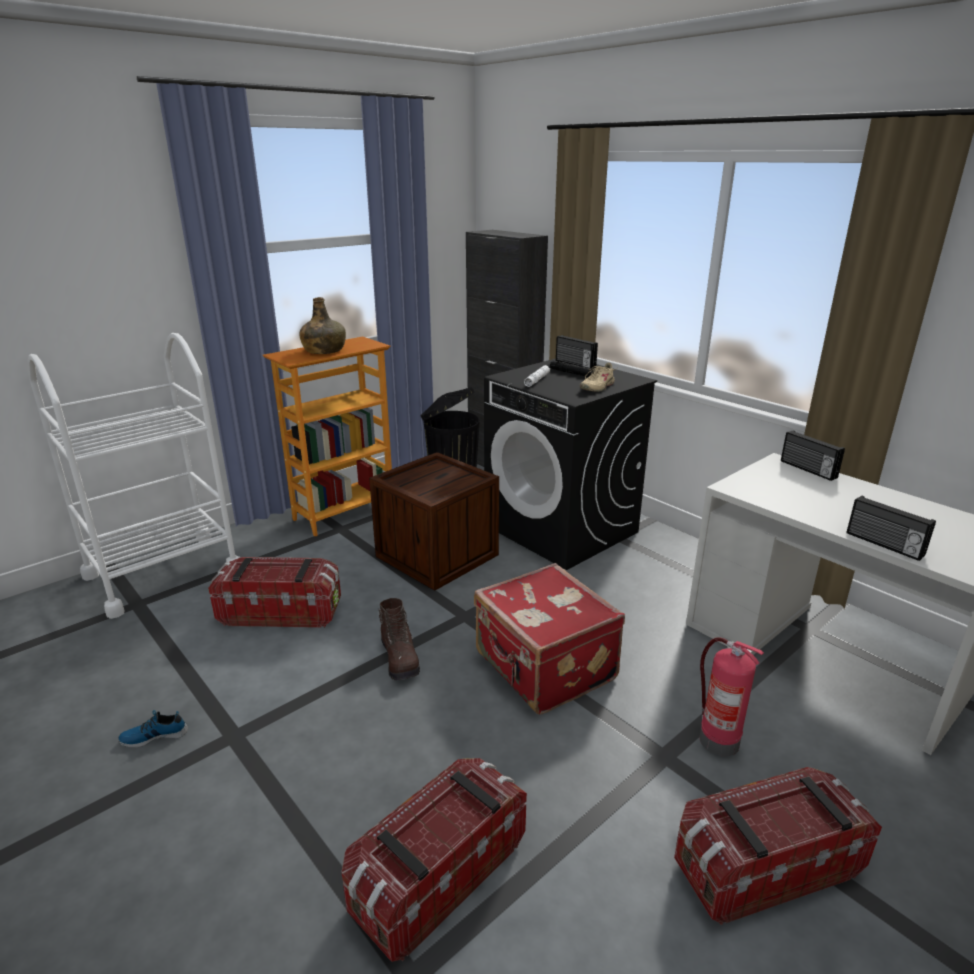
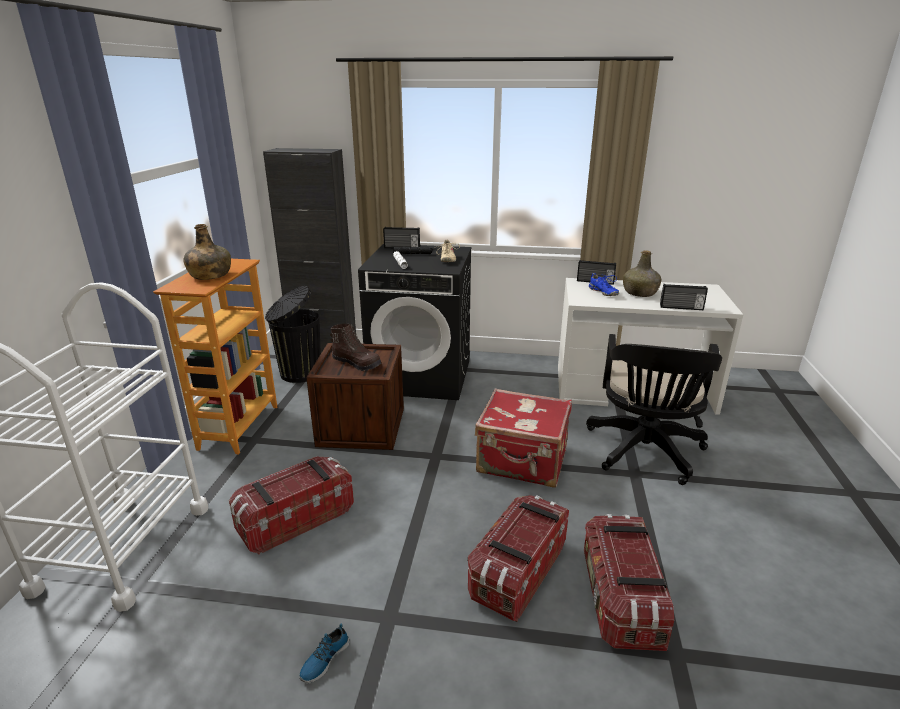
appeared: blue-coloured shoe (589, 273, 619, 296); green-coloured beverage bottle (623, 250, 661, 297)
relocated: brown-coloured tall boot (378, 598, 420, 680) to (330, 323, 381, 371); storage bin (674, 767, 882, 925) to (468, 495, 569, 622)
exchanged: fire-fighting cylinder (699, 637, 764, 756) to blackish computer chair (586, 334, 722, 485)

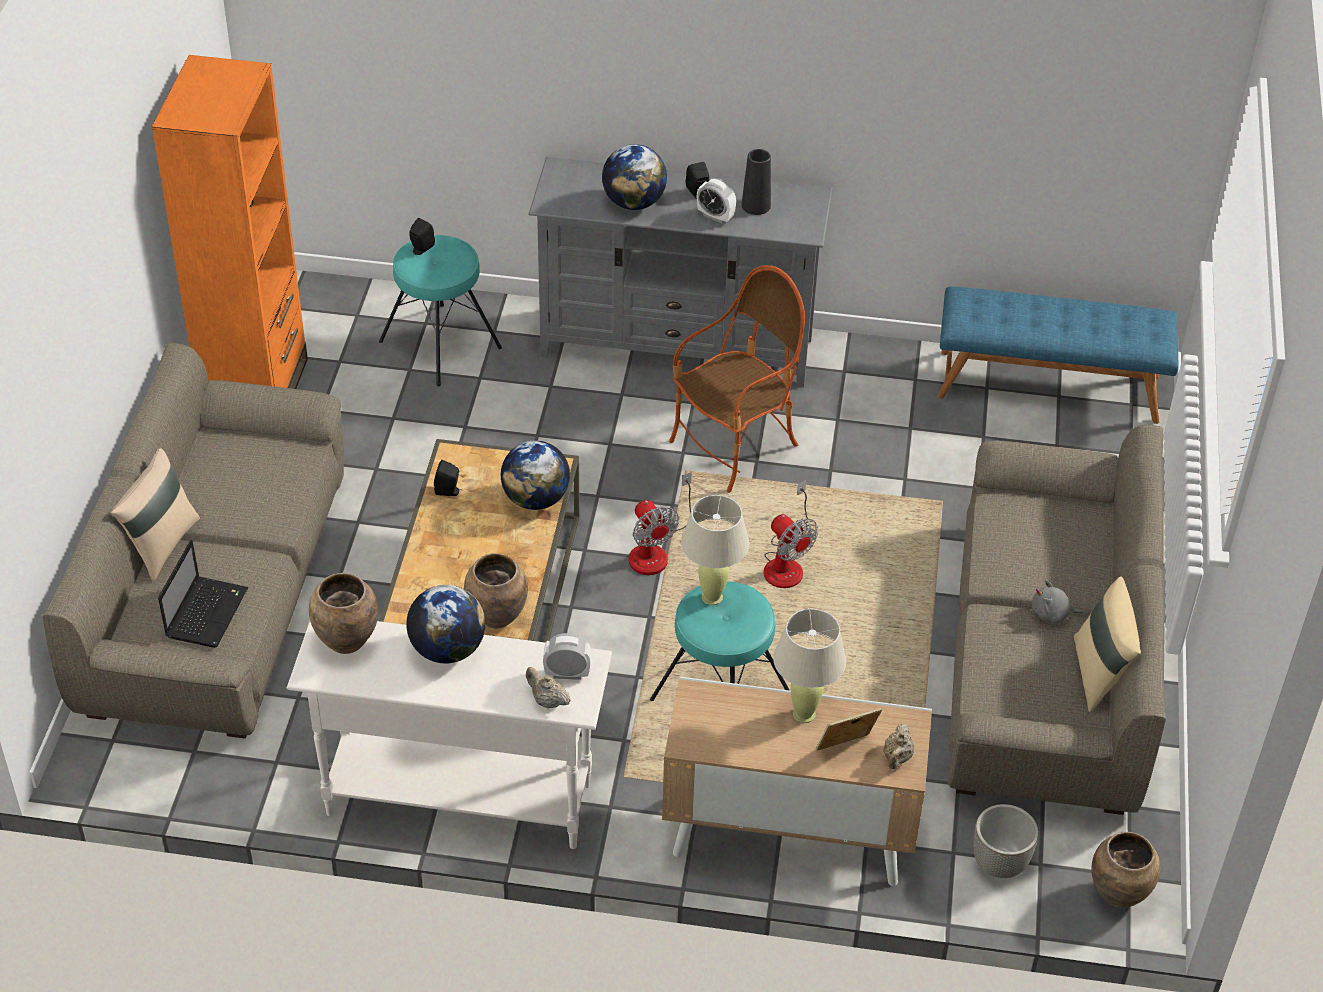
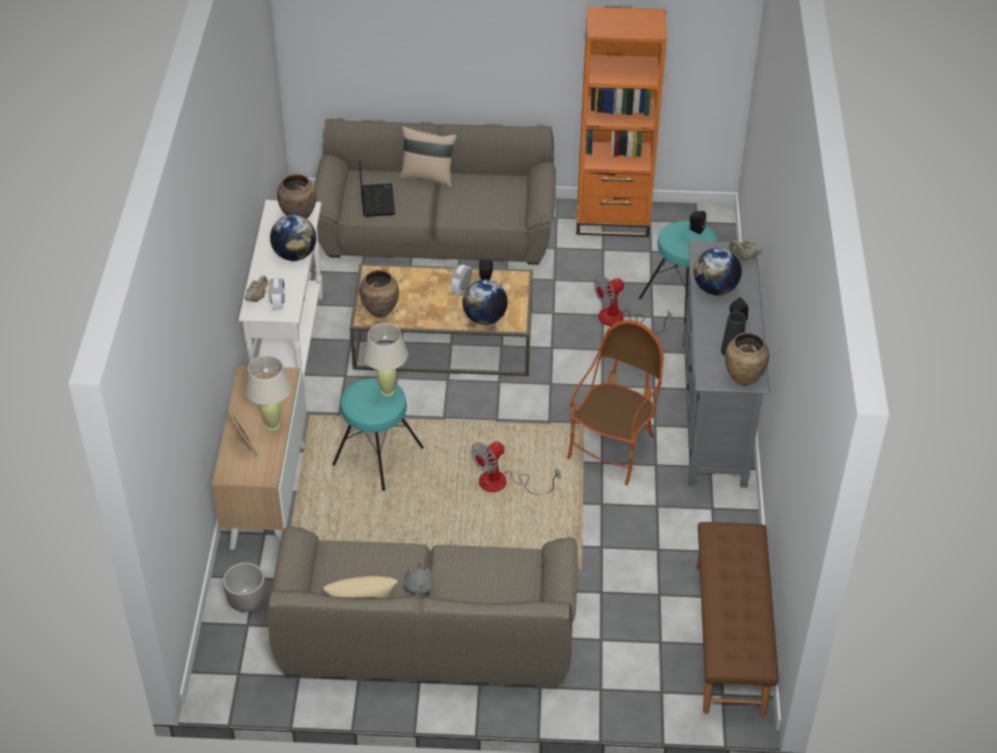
relocated: cooling fan (629, 472, 692, 575) to (594, 276, 672, 334); alarm clock (697, 178, 736, 223) to (451, 264, 472, 295); beige-coloured teapot (883, 724, 914, 769) to (729, 240, 762, 261); brown-coloured flower vase (1091, 832, 1160, 908) to (725, 332, 769, 385)
colour: blue-coloured indoor bench (937, 286, 1178, 424) to brown-coloured indoor bench (696, 522, 779, 716)
spun: laptop (158, 540, 248, 648) = (359, 161, 395, 217) 105 degrees counterclockwise; armchair (669, 265, 805, 493) = (567, 320, 663, 485) 105 degrees counterclockwise

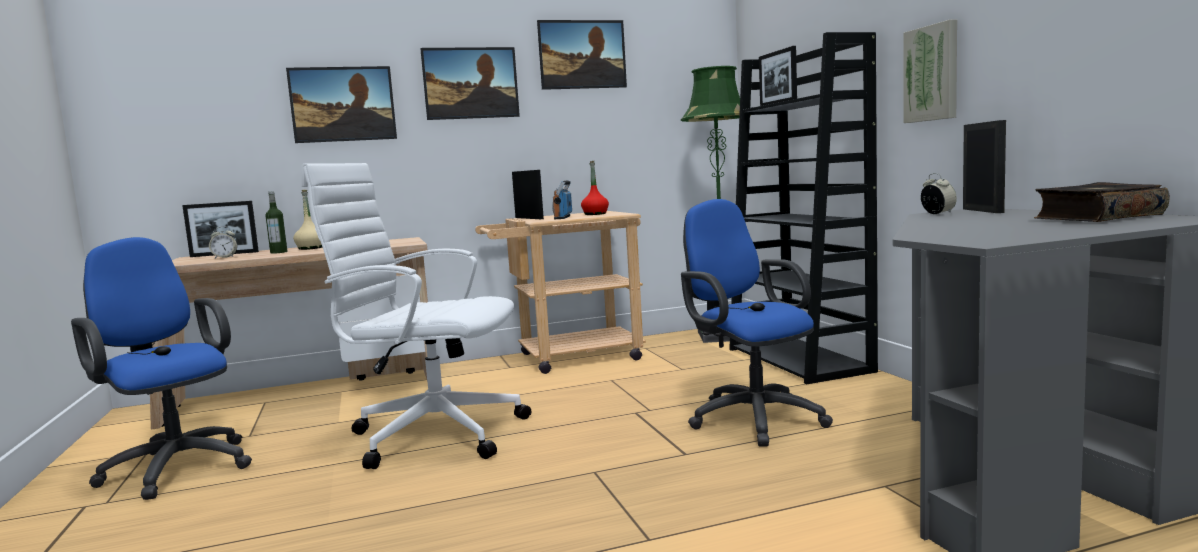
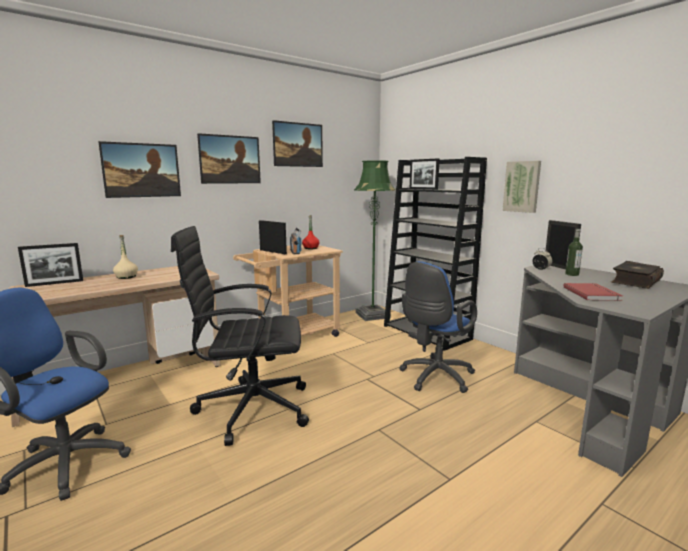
missing: alarm clock (209, 226, 237, 258)
appeared: red bound book (564, 283, 623, 301)
relocated: beverage bottle (265, 191, 287, 254) to (565, 229, 583, 276)
colour: white-coloured computer chair (301, 163, 531, 469) to blackish computer chair (171, 226, 309, 446)
spun: blue-coloured computer chair (681, 199, 833, 447) = (399, 261, 477, 393) 90 degrees counterclockwise

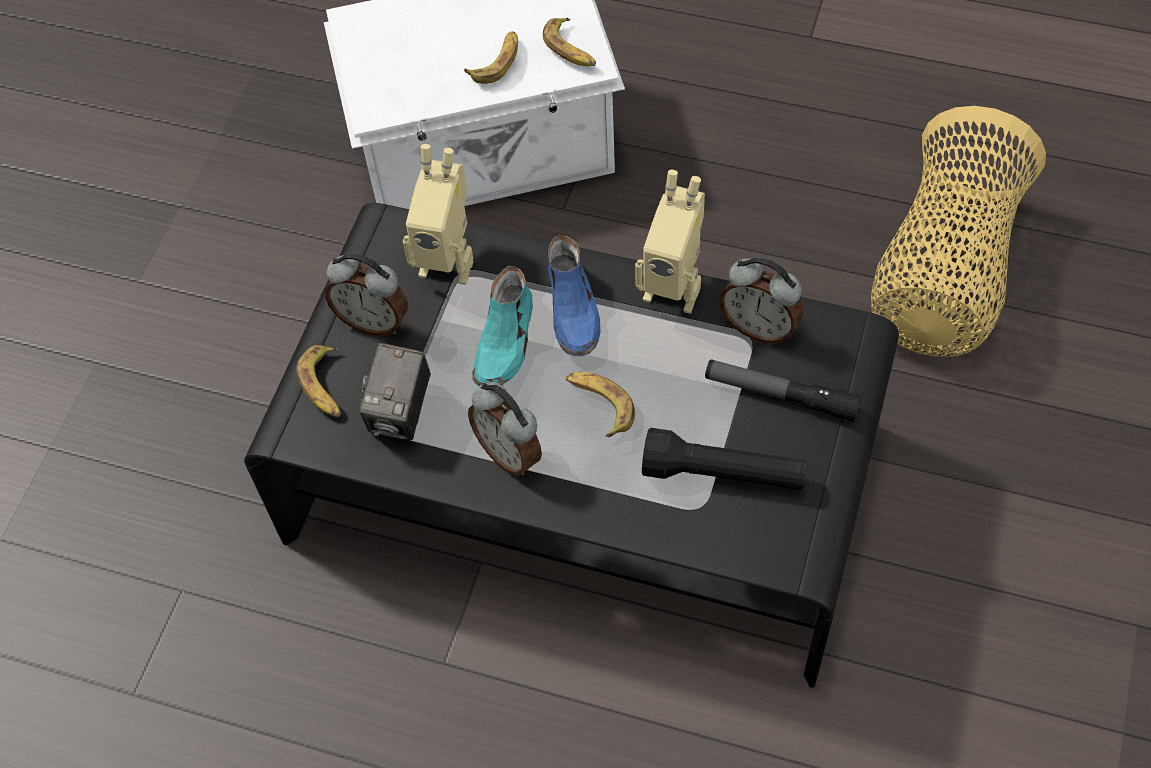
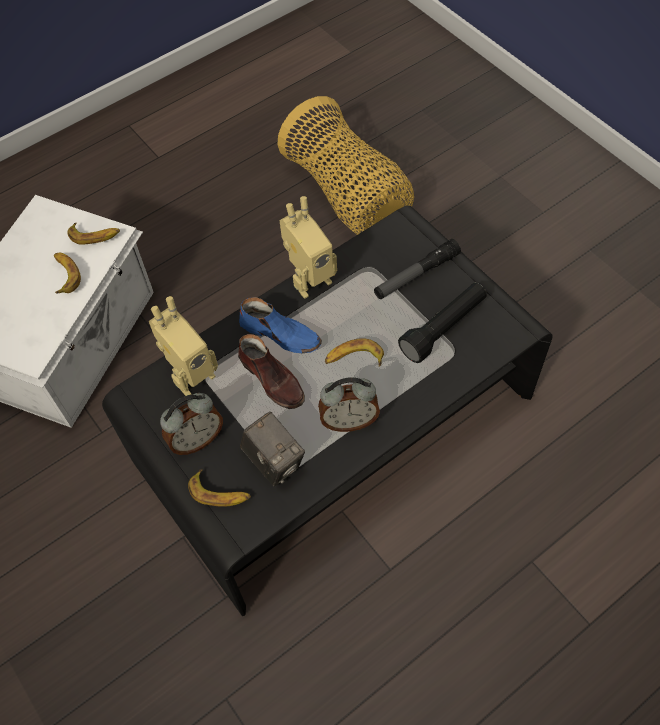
missing: alarm clock (719, 257, 803, 343)
colour: turquoise shoe (473, 266, 533, 386) to brown-coloured shoe (238, 334, 305, 409)

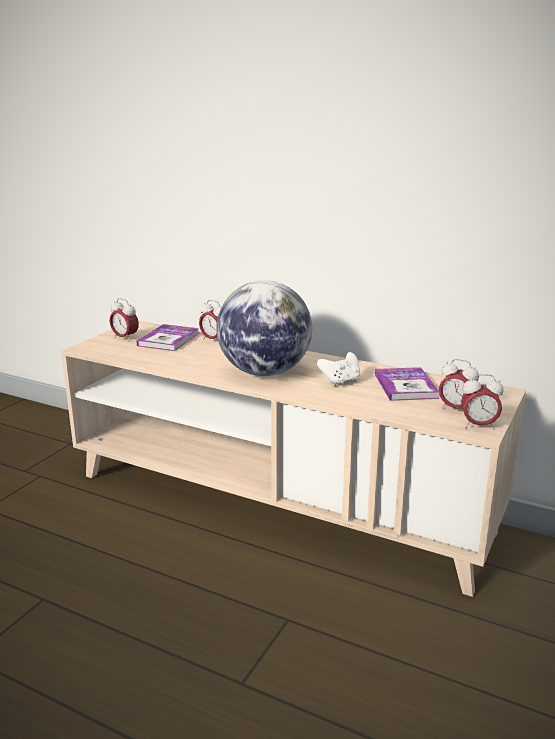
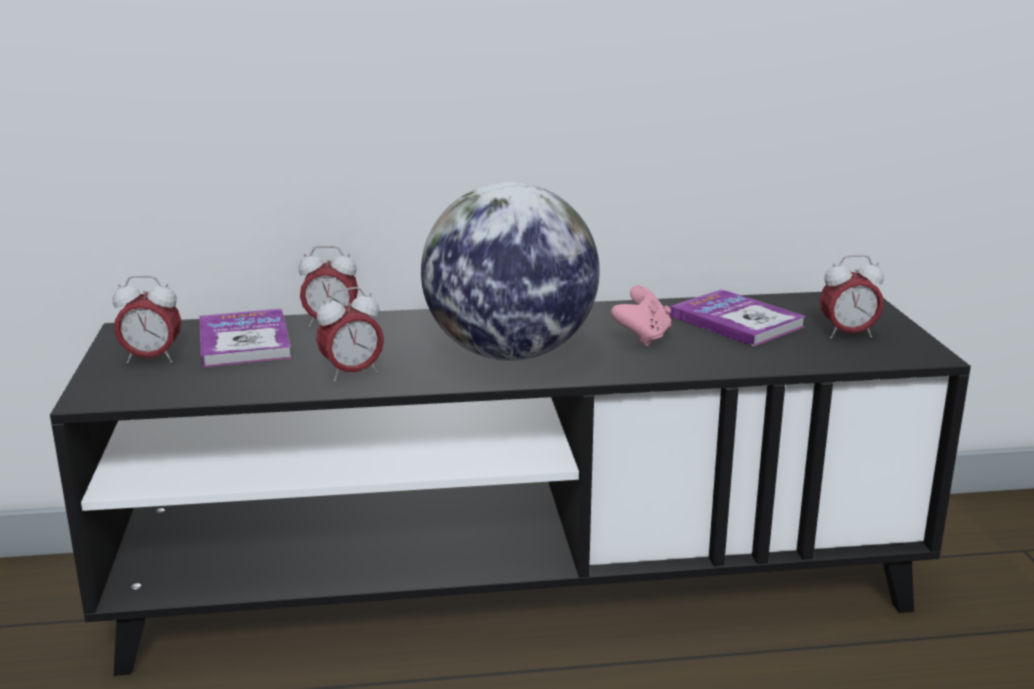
relocated: alarm clock (461, 374, 503, 429) to (316, 287, 384, 382)
colour: beige-coloured media console (61, 321, 526, 597) to blackish media console (50, 292, 971, 676); white-coloured game controller (317, 352, 360, 386) to pink-coloured game controller (611, 285, 671, 347)

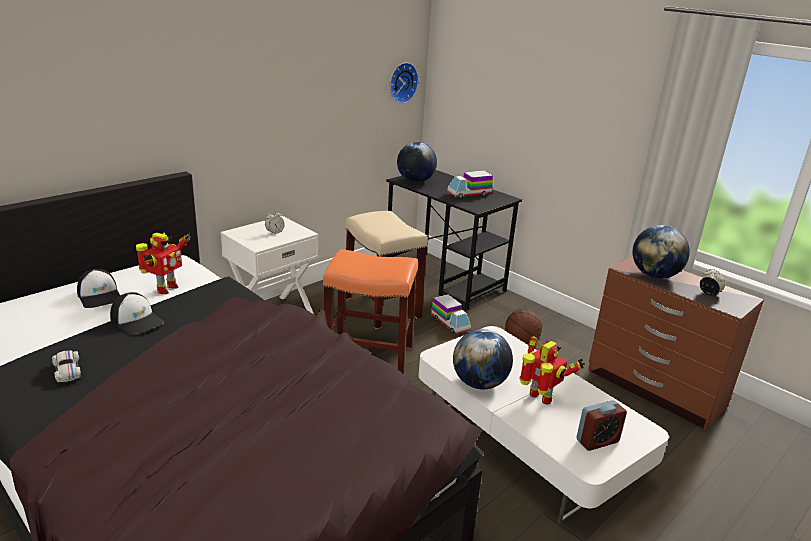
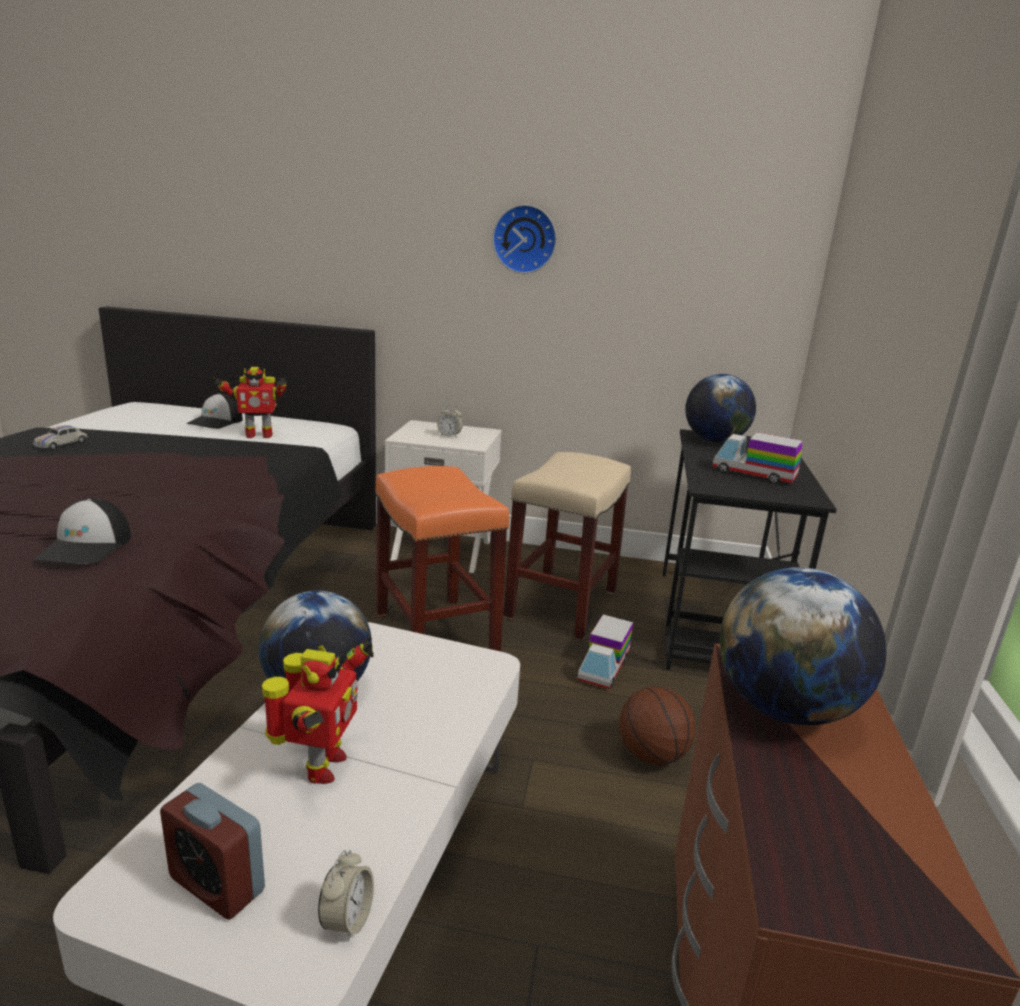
relocated: baseball cap (110, 292, 164, 335) to (34, 498, 131, 564); clock on the wall (390, 62, 419, 104) to (492, 204, 557, 274); alarm clock (700, 269, 725, 296) to (318, 850, 374, 942)

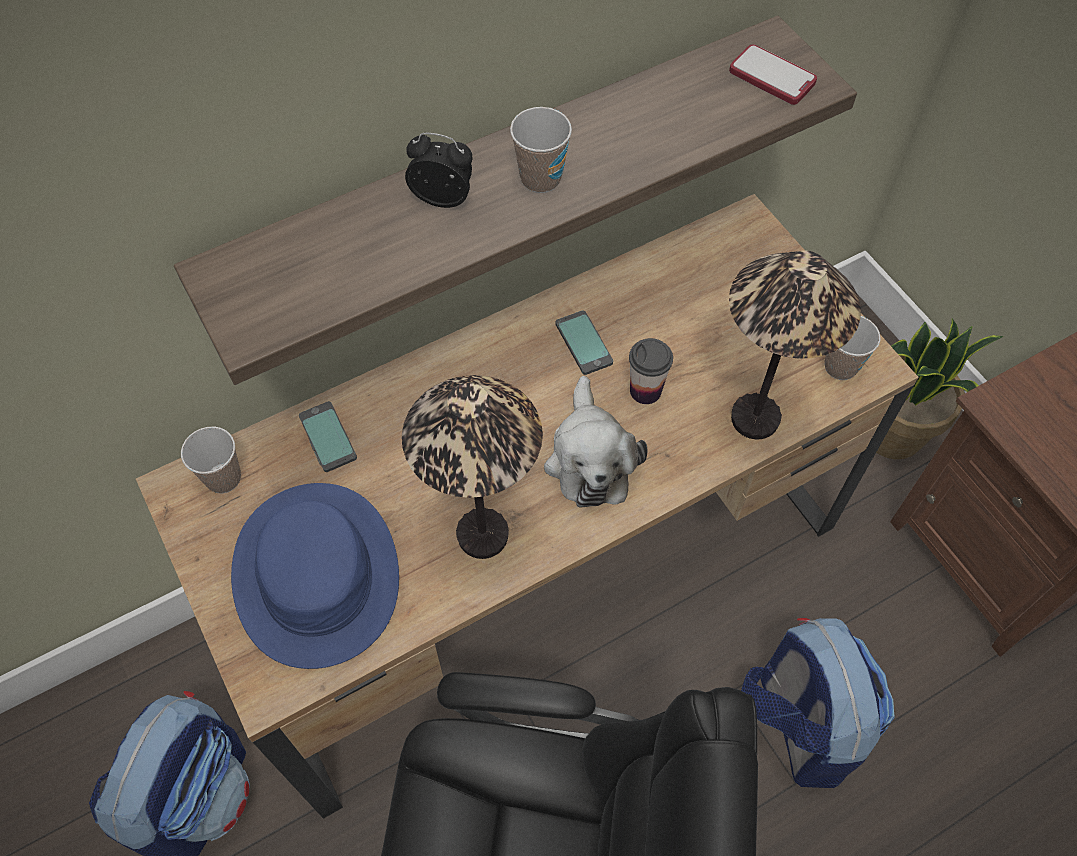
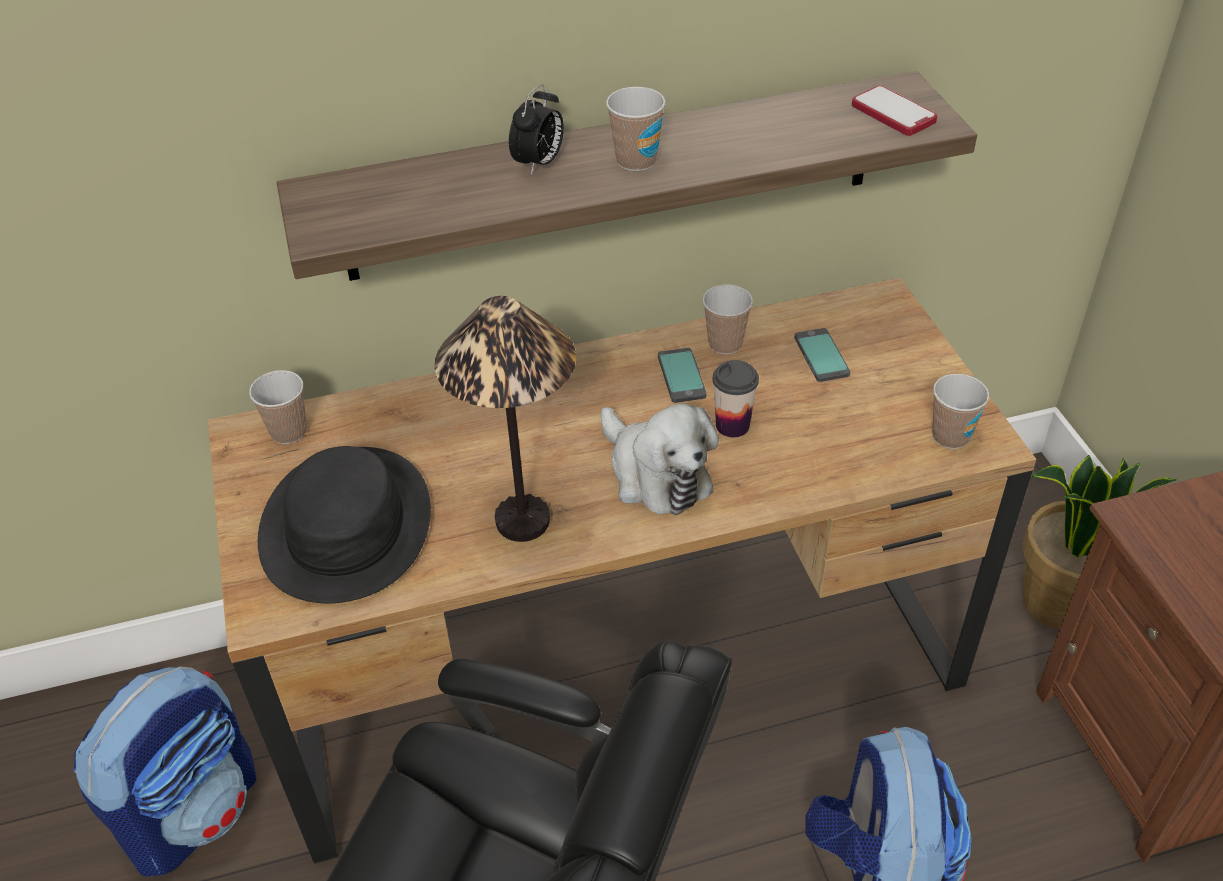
missing: table lamp (729, 251, 861, 439)
appeared: drinking cup (703, 284, 753, 354)
relocated: phone (299, 401, 357, 472) to (795, 328, 850, 382)
colour: blue-coloured hat (231, 483, 399, 669) to blackish hat (258, 446, 431, 603)
spun: alarm clock (405, 133, 472, 208) = (509, 84, 564, 175) 90 degrees clockwise; plush toy (544, 376, 648, 507) = (601, 403, 719, 515) 45 degrees counterclockwise

